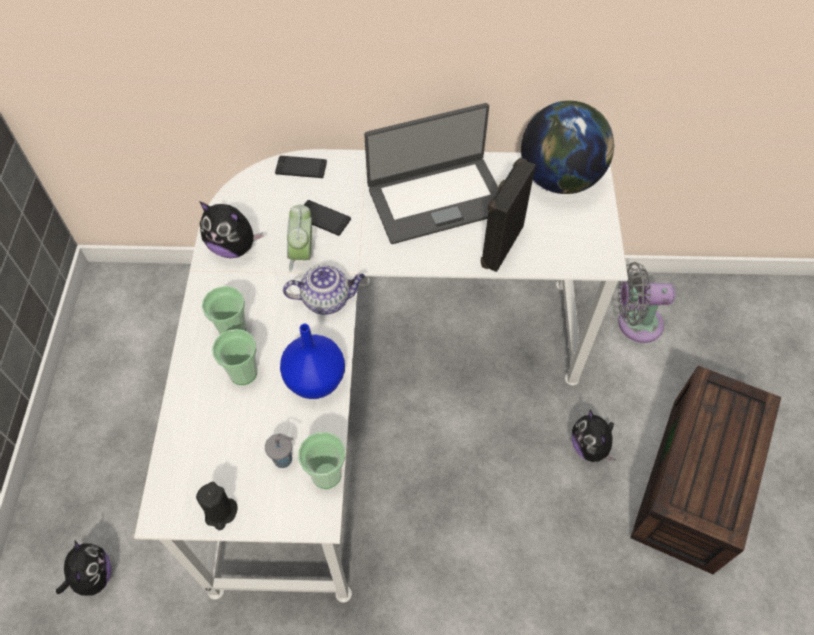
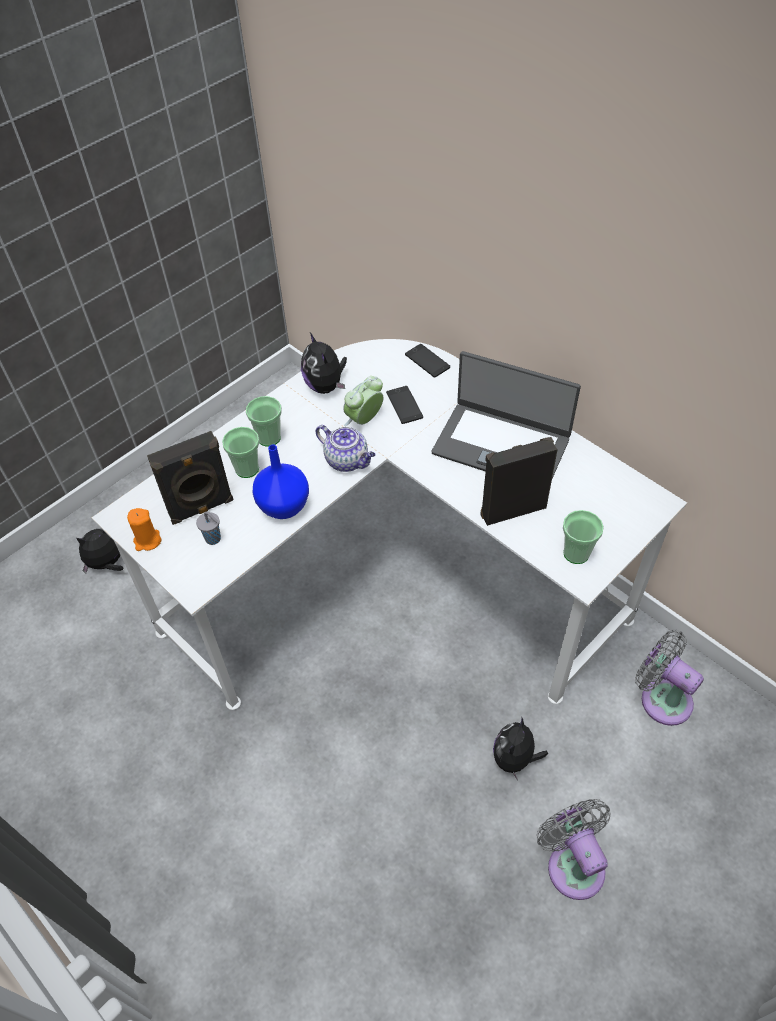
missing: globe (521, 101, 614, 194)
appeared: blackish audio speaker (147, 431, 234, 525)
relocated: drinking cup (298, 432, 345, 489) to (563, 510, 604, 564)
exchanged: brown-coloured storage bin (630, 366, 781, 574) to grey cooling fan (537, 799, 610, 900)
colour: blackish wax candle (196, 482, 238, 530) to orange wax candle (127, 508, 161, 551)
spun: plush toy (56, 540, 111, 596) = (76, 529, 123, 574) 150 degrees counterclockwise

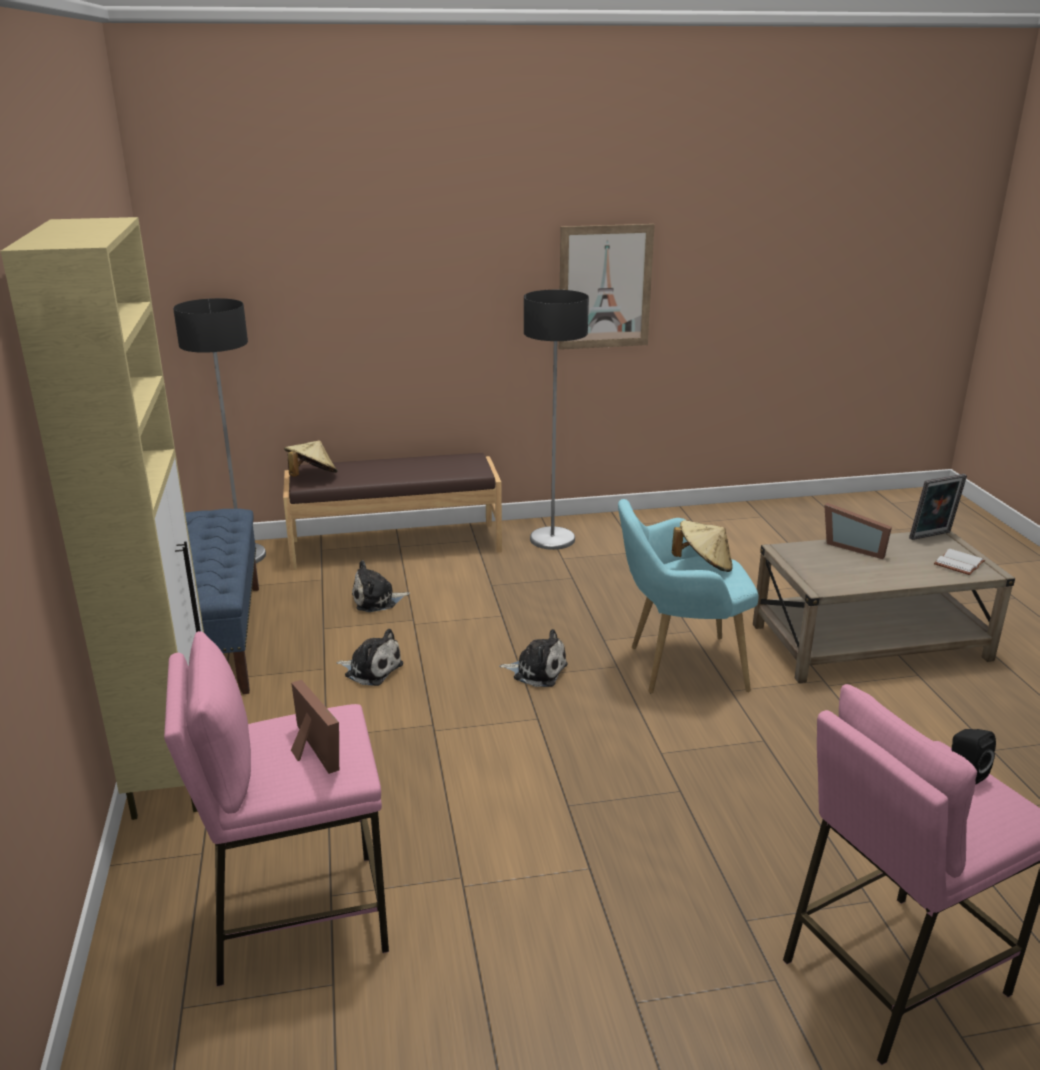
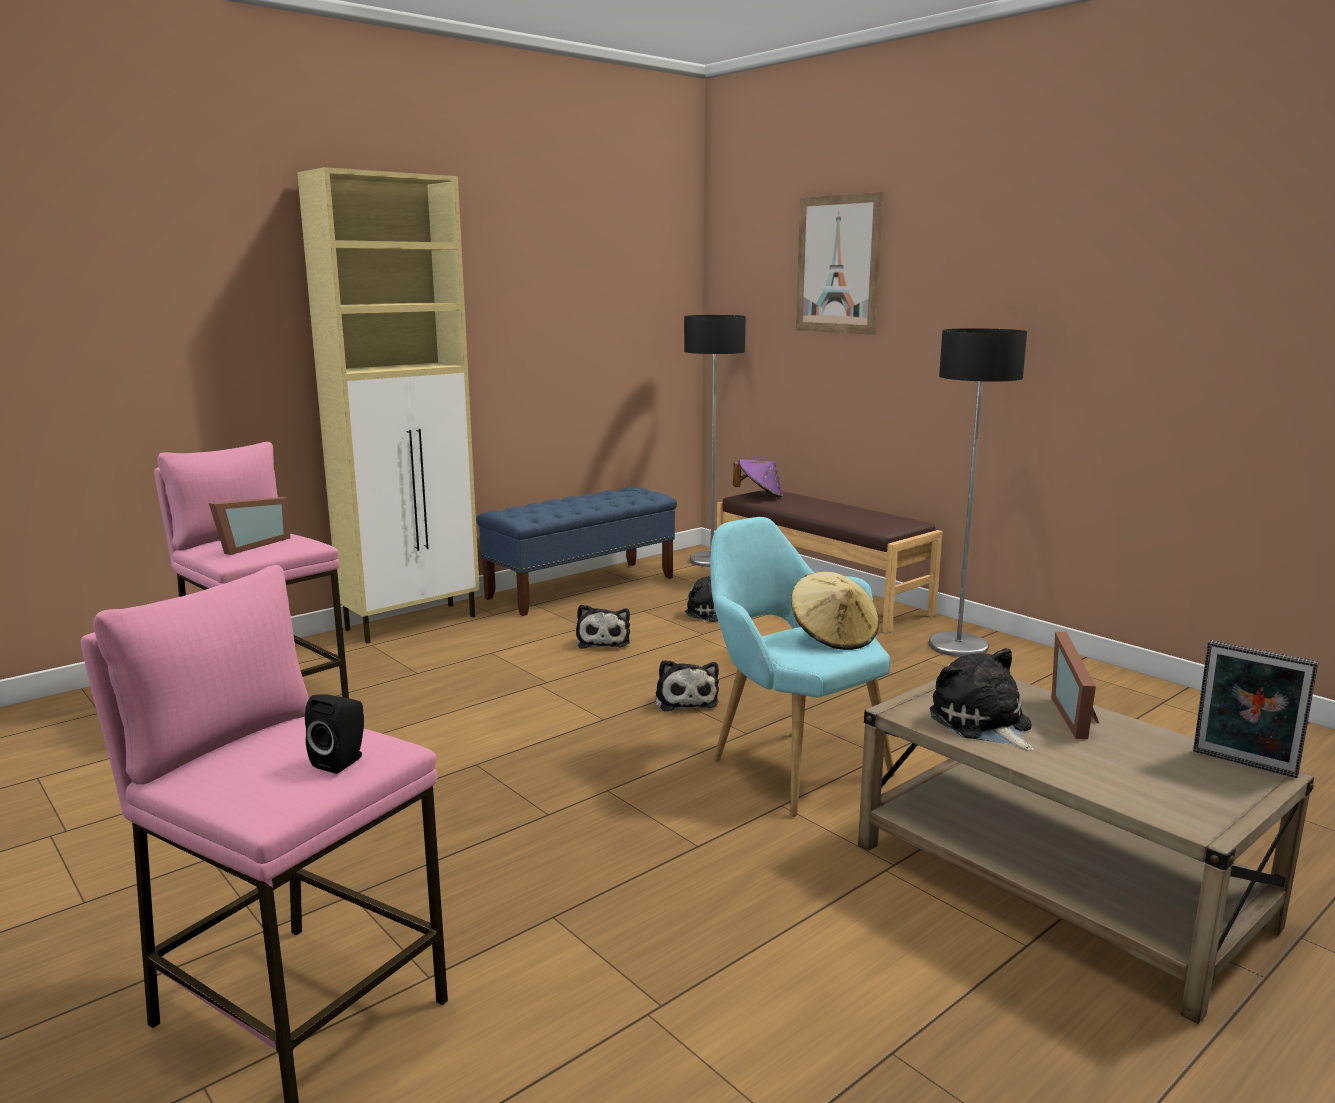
missing: white-coloured bound book (934, 549, 985, 575)
appeared: plush toy (930, 648, 1034, 751)
relocated: wall picture (559, 224, 655, 350) to (796, 192, 884, 335)
colour: beige-coloured hat (284, 440, 337, 477) to purple hat (733, 459, 783, 498)

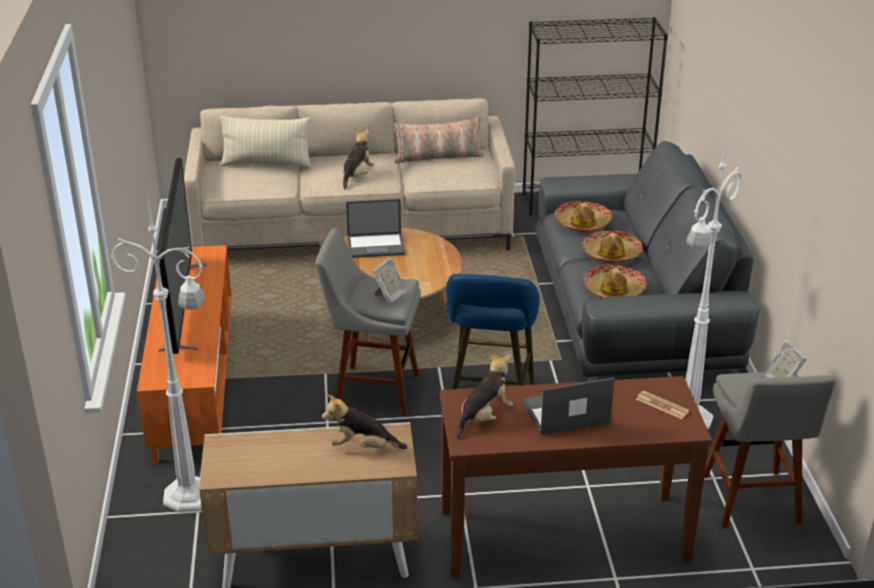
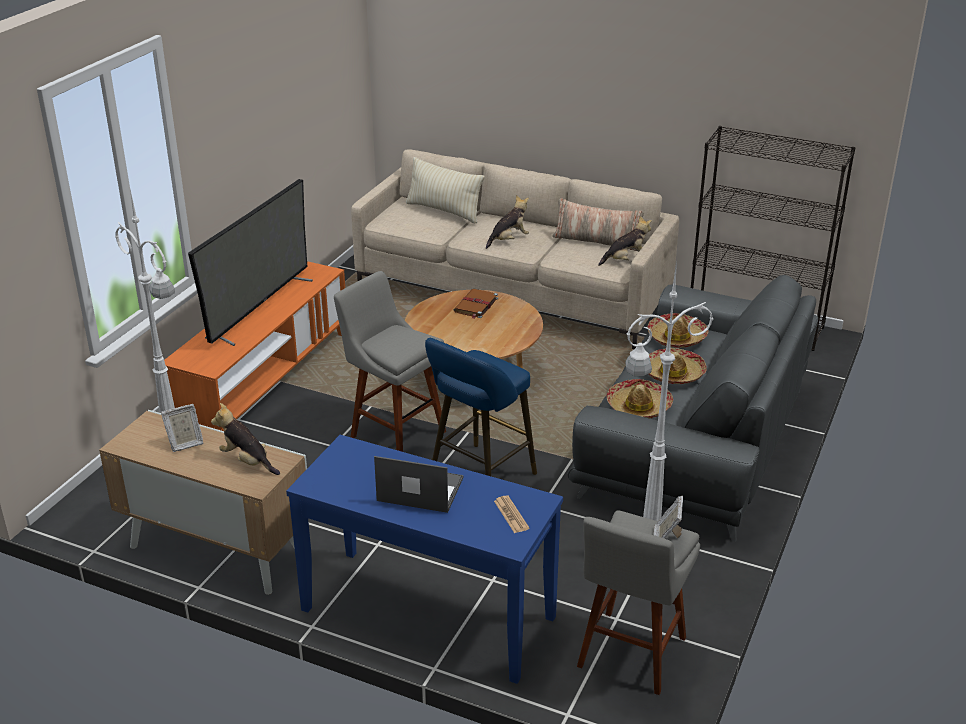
relocated: picture frame (372, 258, 407, 304) to (161, 404, 204, 452); plush toy (456, 352, 513, 439) to (598, 216, 652, 266)
exchanged: laptop (346, 199, 405, 258) to brown-coloured bound book (454, 289, 498, 319)
colour: brown-coloured narrow table (440, 376, 712, 578) to blue-coloured narrow table (286, 435, 563, 684)

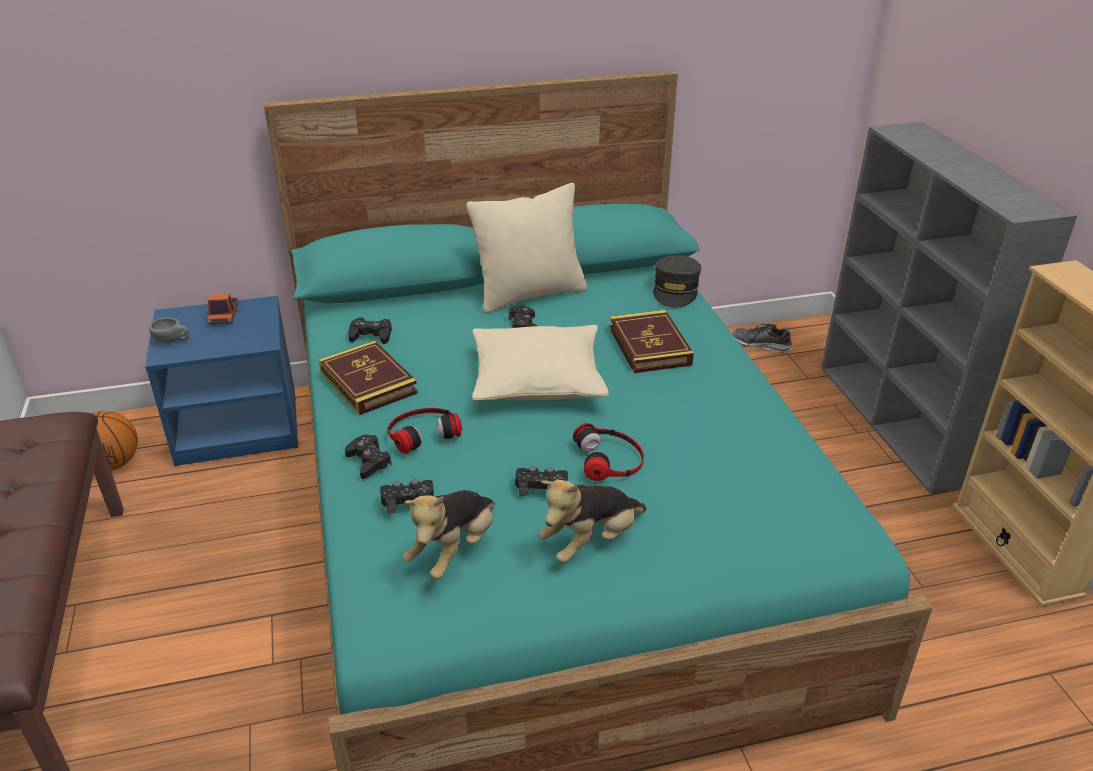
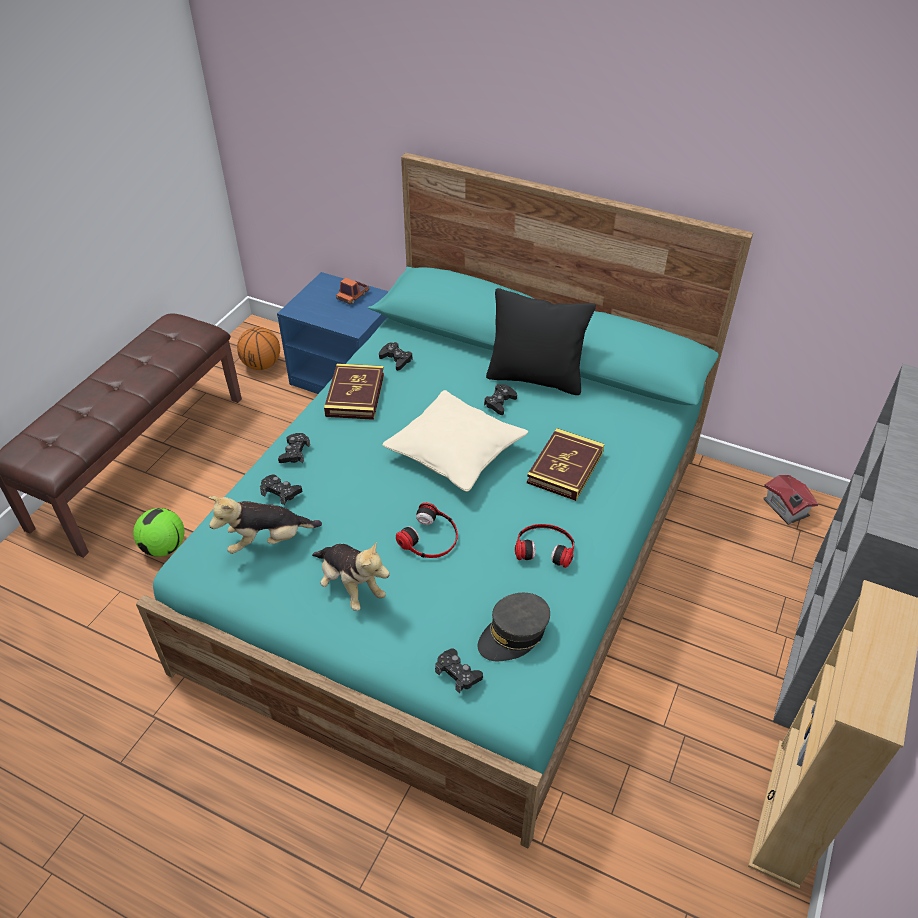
missing: grey drinking cup (149, 317, 190, 344)
appeared: ball for football (133, 508, 184, 557)
relocated: headset (387, 408, 462, 454) to (515, 524, 574, 568); blackish game controller (515, 466, 568, 496) to (435, 648, 483, 694); grey baseball cap (653, 255, 701, 308) to (478, 593, 550, 661)
exchanged: shoe (732, 324, 792, 352) to model house (764, 475, 818, 525)
colour: beige-coloured throw pillow (466, 183, 587, 313) to blackish throw pillow (486, 288, 596, 395)
spun: plush toy (539, 480, 646, 563) = (312, 542, 390, 611) 135 degrees counterclockwise

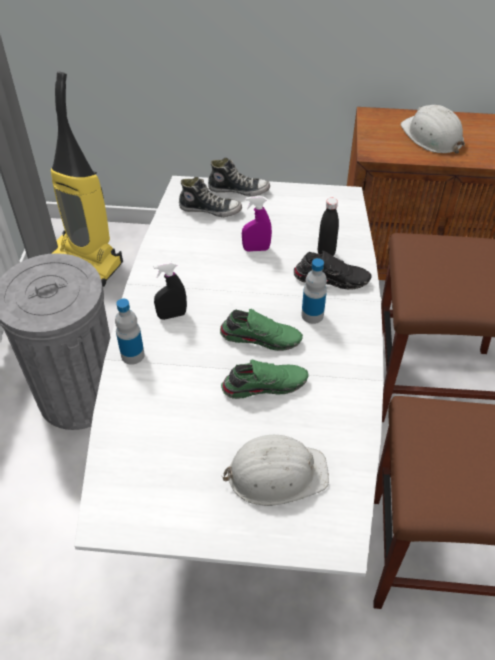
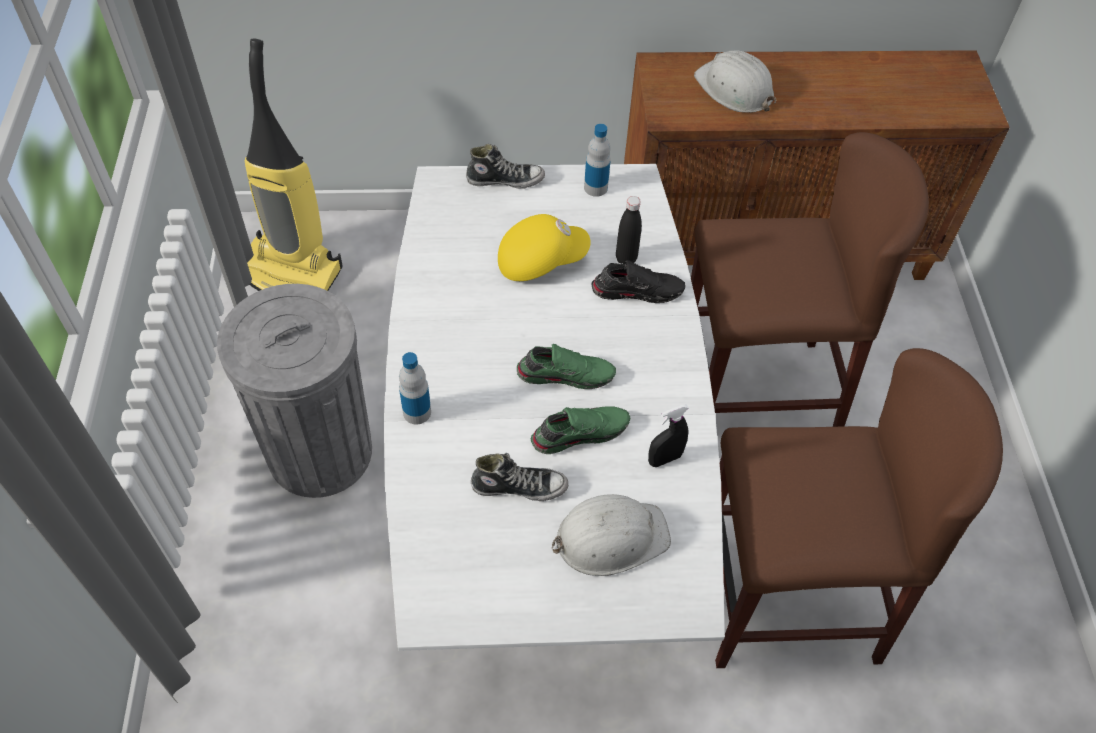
relocated: blackish hand sprayer (153, 262, 187, 320) to (648, 404, 689, 467); shoe (179, 177, 242, 217) to (471, 453, 568, 501); beverage bottle (301, 258, 327, 324) to (584, 124, 611, 197)
exchanged: purple hand sprayer (242, 196, 272, 252) to yellow-coloured baseball cap (498, 214, 591, 281)

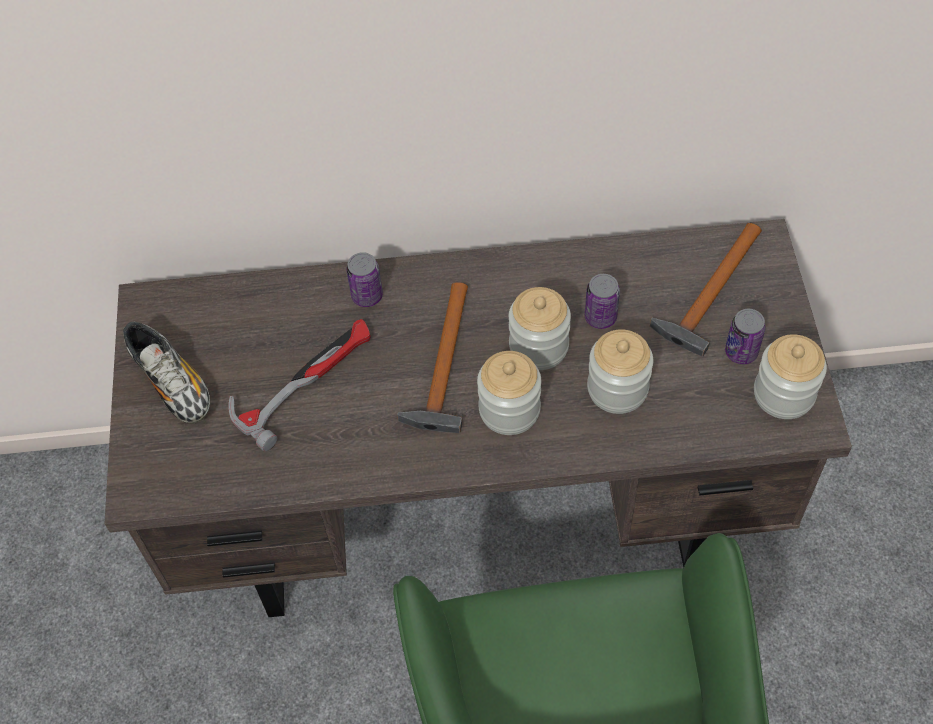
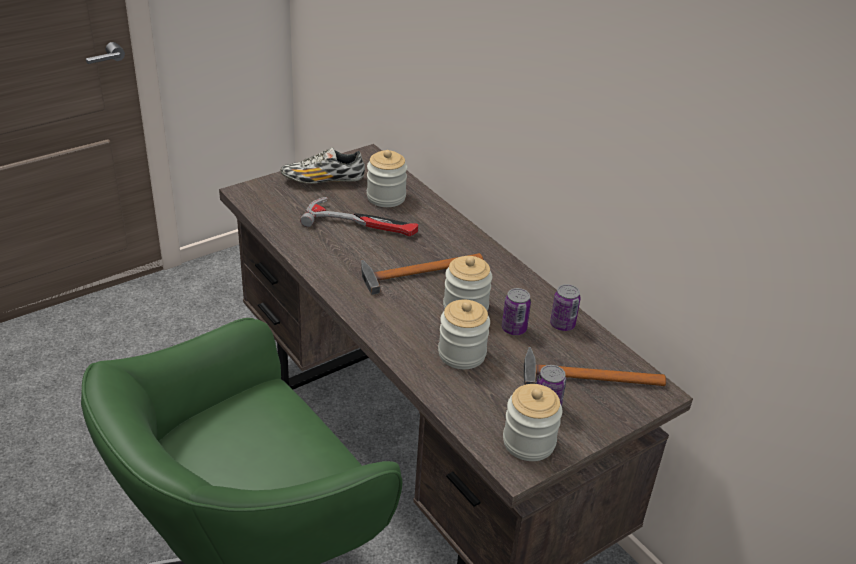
relocated: can (346, 252, 383, 307) to (550, 284, 581, 331); preserve jar (477, 351, 541, 435) to (367, 150, 407, 207)
spun: shoe (123, 321, 210, 424) = (280, 147, 365, 184) 60 degrees clockwise

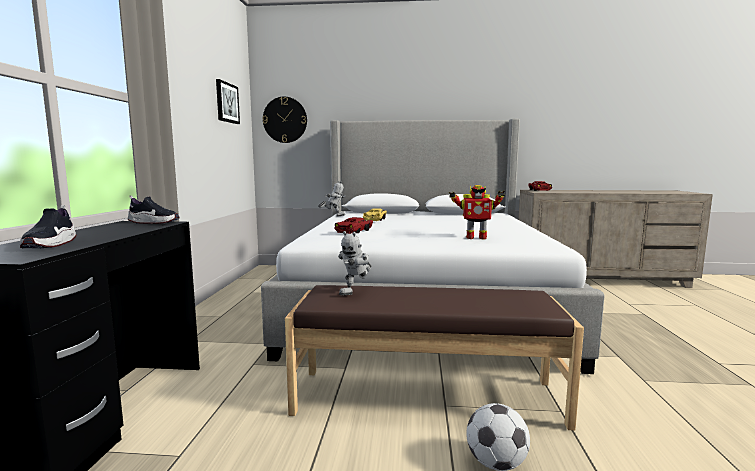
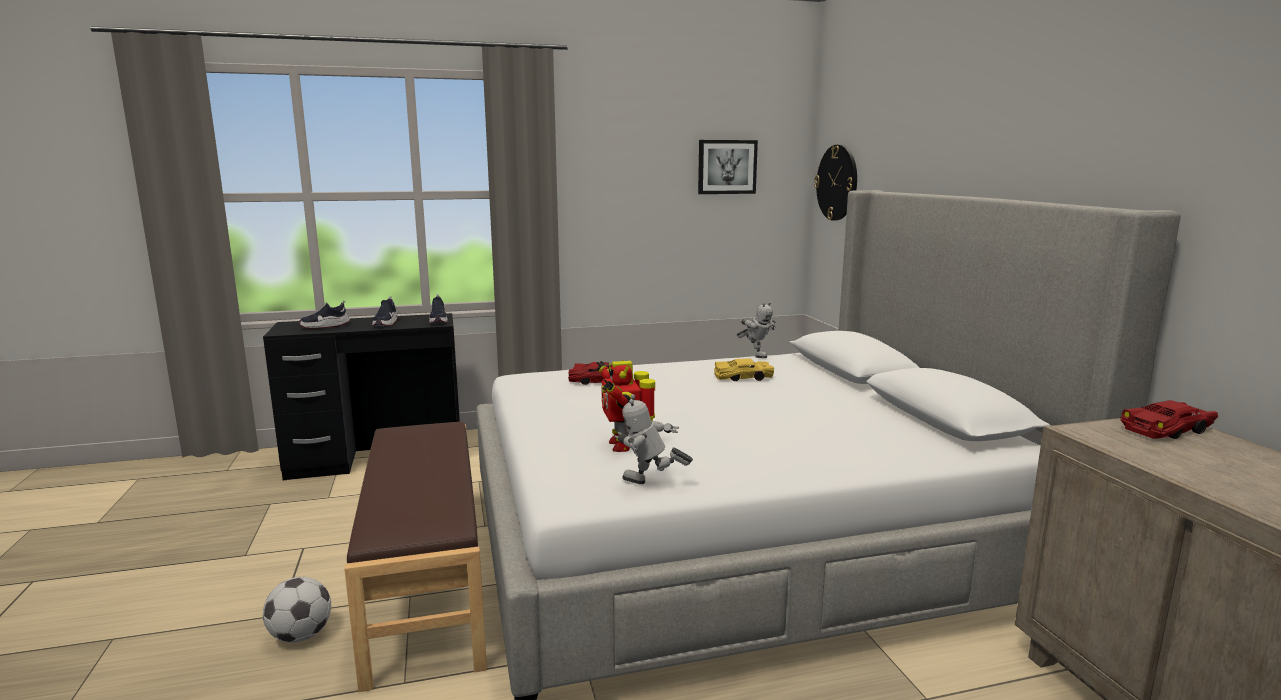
appeared: shoe (372, 296, 398, 327)
relocated: robot figure (338, 231, 371, 296) to (614, 394, 693, 484)

